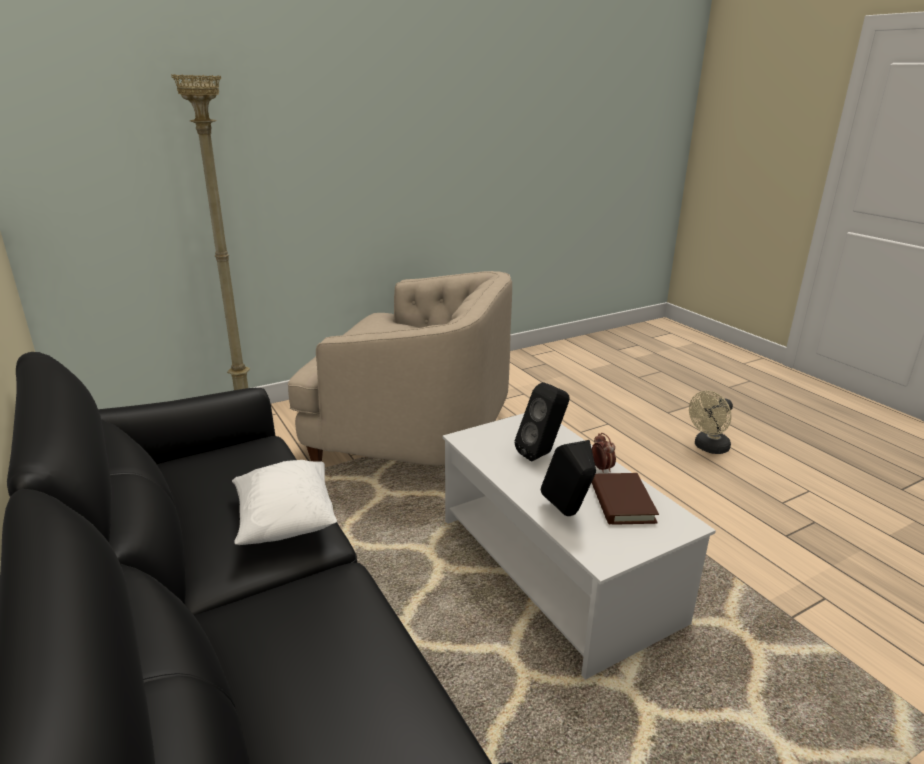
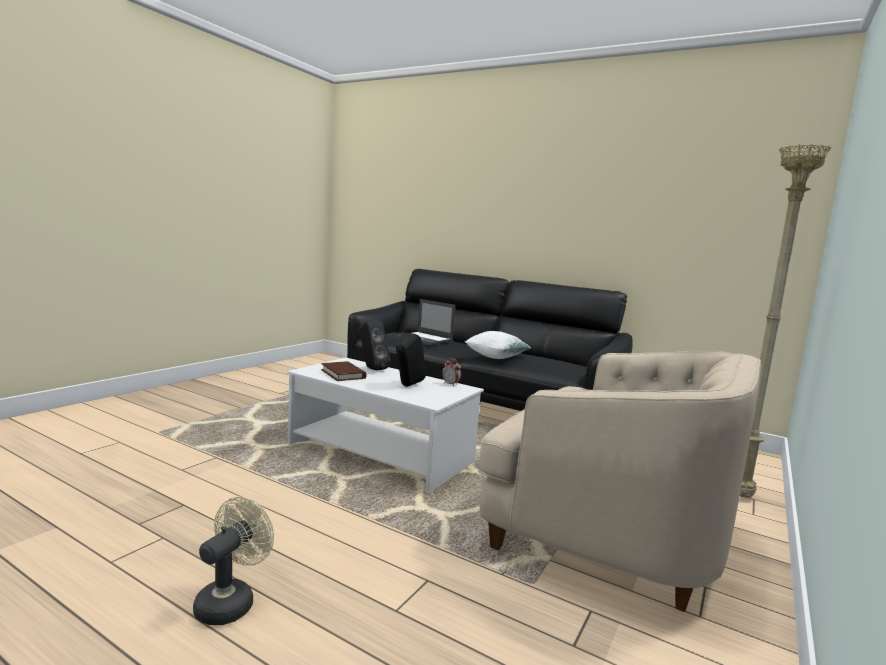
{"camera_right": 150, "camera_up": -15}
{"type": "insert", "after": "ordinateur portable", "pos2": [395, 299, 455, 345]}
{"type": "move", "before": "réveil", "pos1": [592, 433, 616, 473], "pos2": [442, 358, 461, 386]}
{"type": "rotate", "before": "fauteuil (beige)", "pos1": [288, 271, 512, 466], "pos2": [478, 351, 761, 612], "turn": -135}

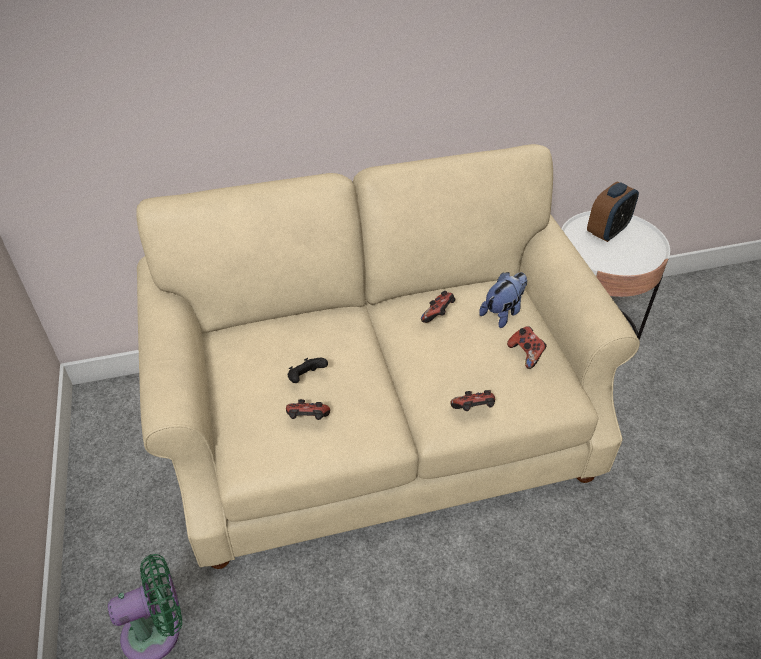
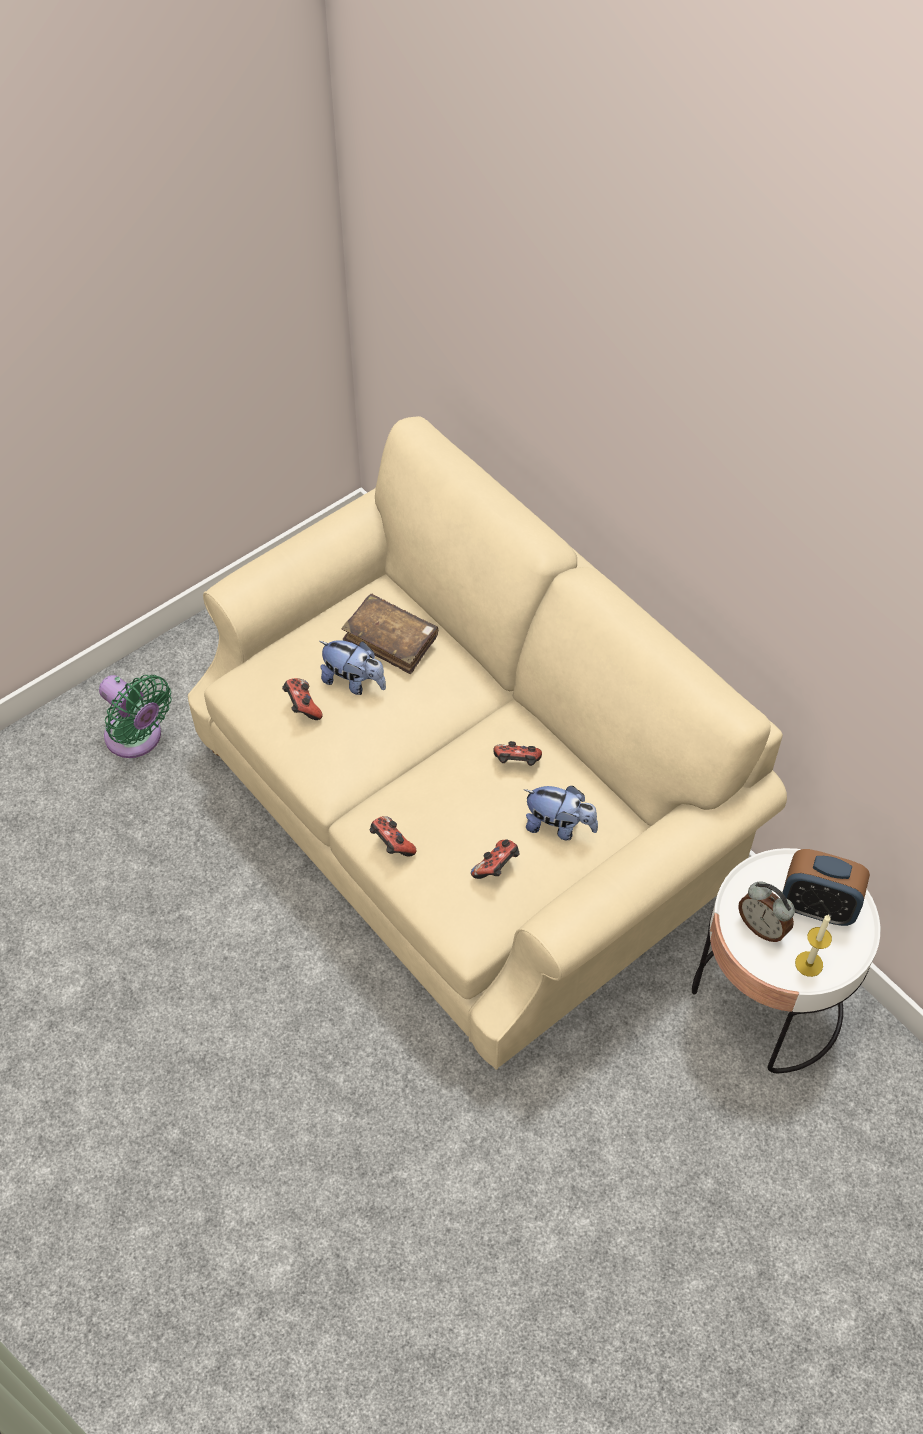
{"camera_right": 65, "camera_up": 10}
{"type": "replace", "before": "manette (noir)", "after": "peluche", "pos1": [288, 358, 328, 383], "pos2": [319, 640, 386, 695]}
{"type": "insert", "after": "livre (marron)", "pos2": [342, 594, 438, 674]}
{"type": "insert", "after": "réveil", "pos2": [738, 881, 795, 942]}
{"type": "insert", "after": "bougie", "pos2": [795, 915, 832, 977]}

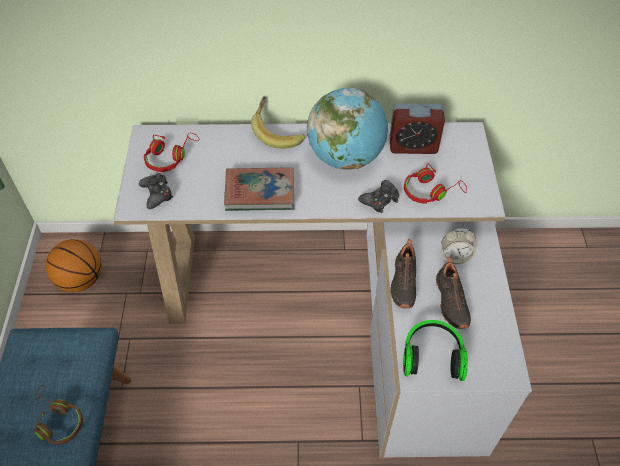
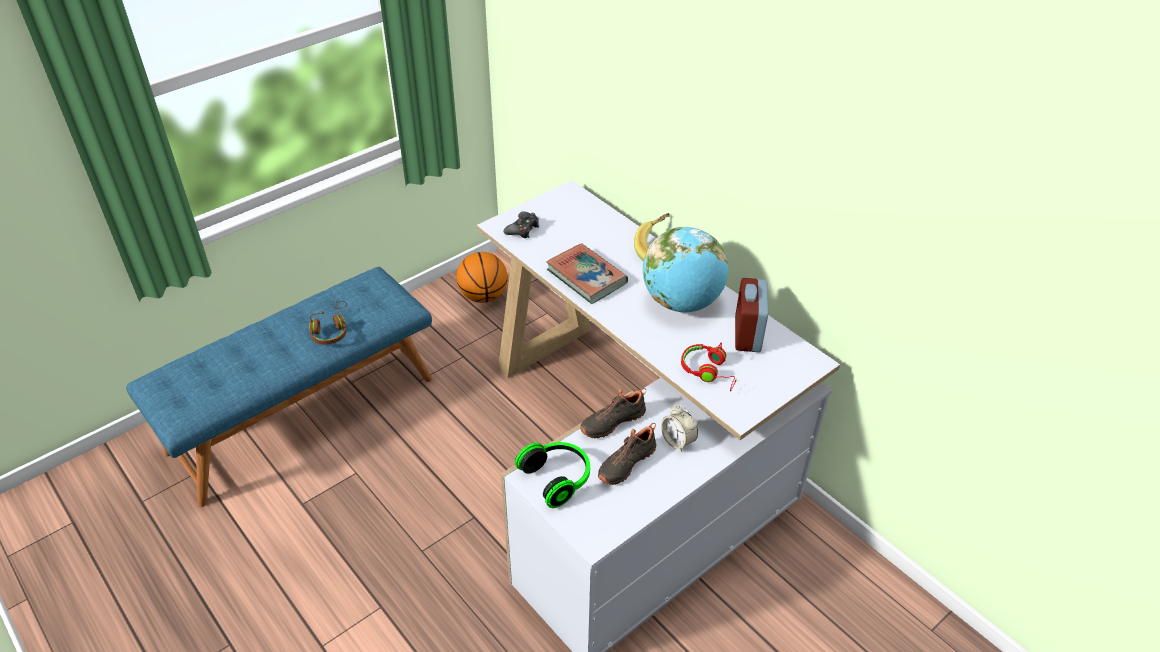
{"camera_right": 50, "camera_up": -10}
{"type": "rotate", "before": "réveil", "pos1": [389, 103, 445, 154], "pos2": [735, 278, 768, 352], "turn": 45}
{"type": "delete", "before": "casque audio (rouge)", "pos1": [144, 133, 199, 172]}
{"type": "delete", "before": "manette (noir)", "pos1": [358, 180, 399, 213]}

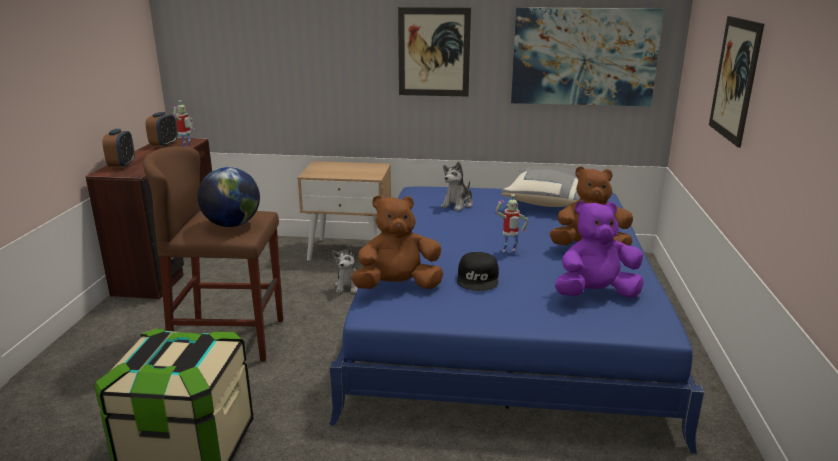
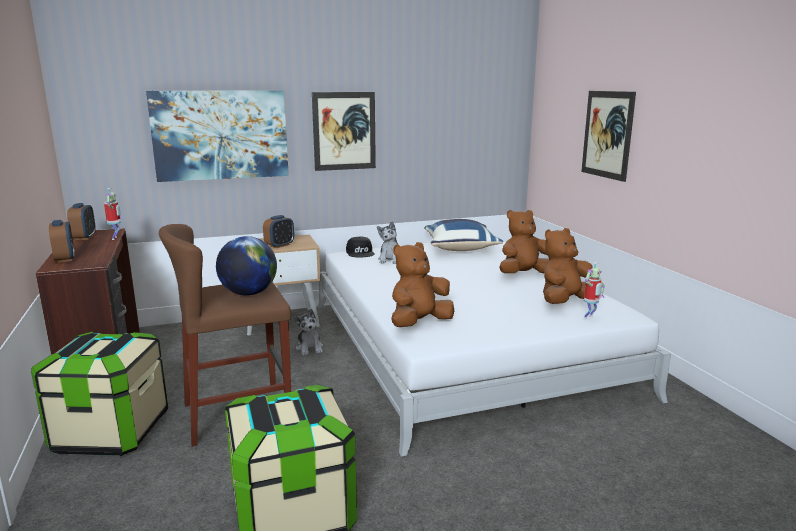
{"camera_right": -25, "camera_up": -5}
{"type": "insert", "after": "boîte de rangement", "pos2": [31, 332, 168, 456]}
{"type": "move", "before": "tableau", "pos1": [511, 7, 664, 106], "pos2": [146, 90, 289, 182]}
{"type": "insert", "after": "réveil", "pos2": [263, 215, 294, 248]}
{"type": "recolor", "before": "lit (bleu)", "after": "lit (blanc)", "pos1": [329, 187, 704, 454], "pos2": [317, 241, 671, 457]}
{"type": "move", "before": "casquette (noir)", "pos1": [457, 252, 499, 291], "pos2": [346, 237, 375, 257]}
{"type": "recolor", "before": "coussin (gris)", "after": "coussin (bleu)", "pos1": [501, 166, 580, 207], "pos2": [424, 219, 503, 251]}
{"type": "recolor", "before": "peluche (violet)", "after": "peluche (marron)", "pos1": [555, 201, 643, 298], "pos2": [543, 228, 593, 304]}
{"type": "move", "before": "robot jouet", "pos1": [495, 194, 529, 252], "pos2": [584, 262, 605, 320]}

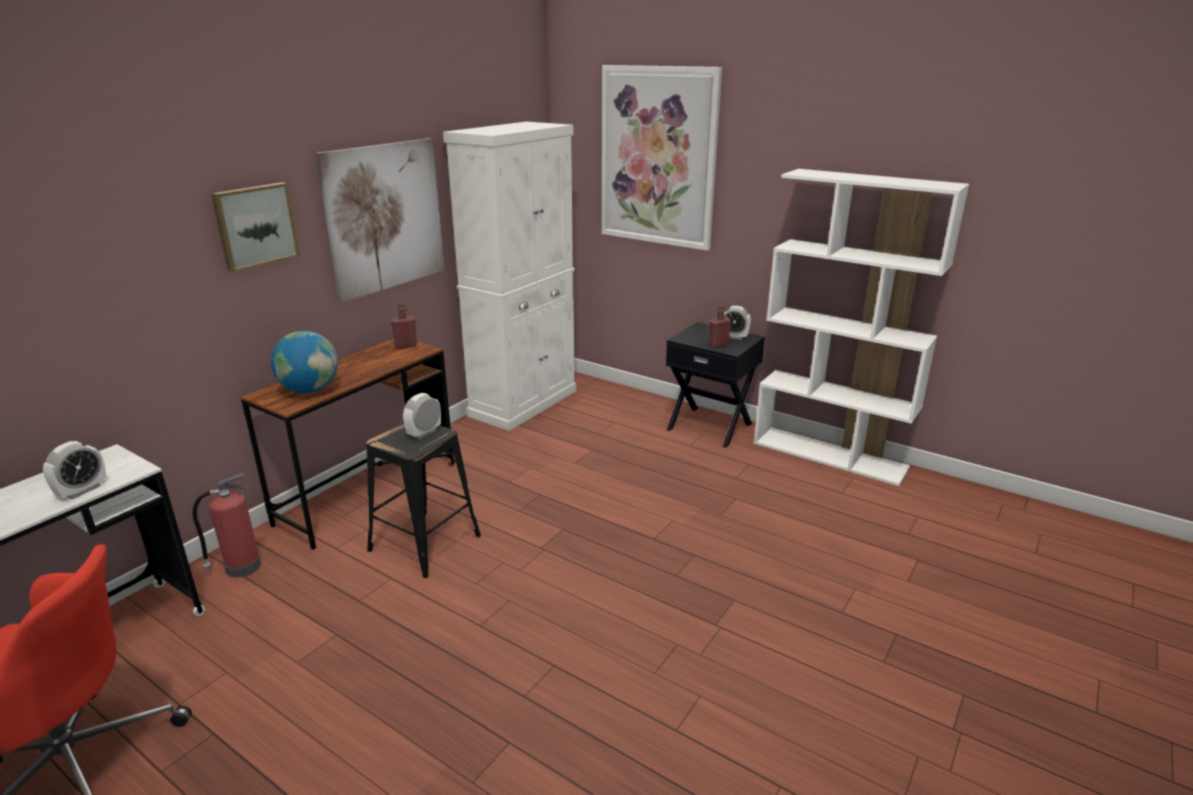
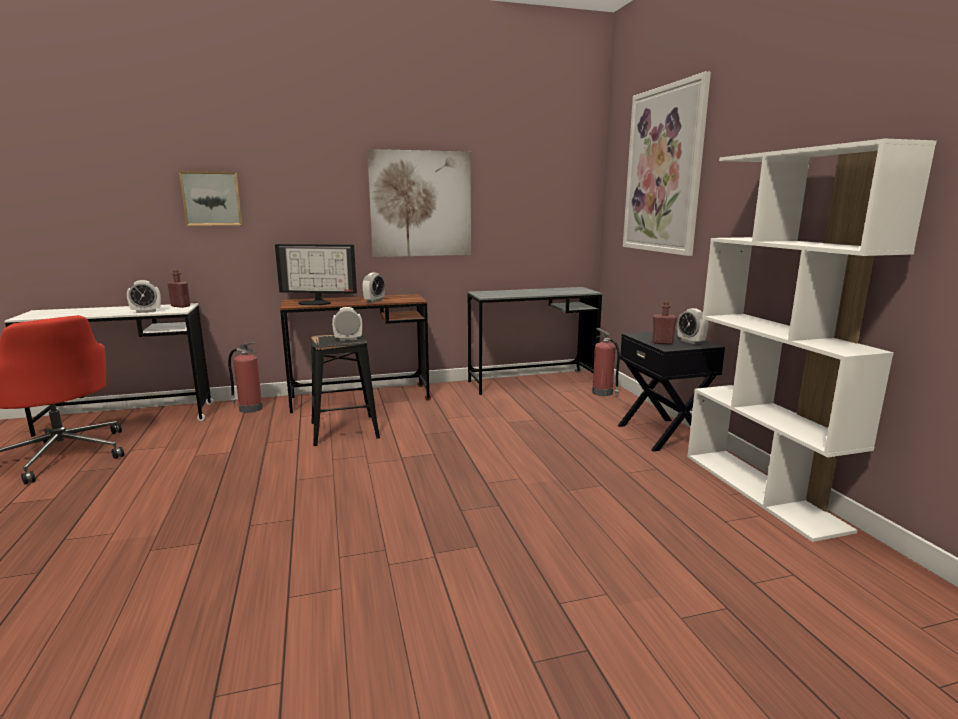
{"camera_right": 40, "camera_up": -10}
{"type": "move", "before": "bouteille (rouge)", "pos1": [391, 303, 417, 349], "pos2": [167, 269, 190, 308]}
{"type": "move", "before": "tableau", "pos1": [211, 182, 300, 273], "pos2": [179, 171, 243, 226]}
{"type": "replace", "before": "globe", "after": "écran d'ordinateur", "pos1": [271, 331, 338, 393], "pos2": [275, 244, 357, 306]}
{"type": "insert", "after": "réveil", "pos2": [362, 273, 385, 302]}
{"type": "replace", "before": "meuble de rangement (blanc)", "after": "bureau (gris)", "pos1": [443, 122, 576, 431], "pos2": [468, 287, 602, 395]}
{"type": "insert", "after": "extincteur", "pos2": [592, 328, 620, 396]}

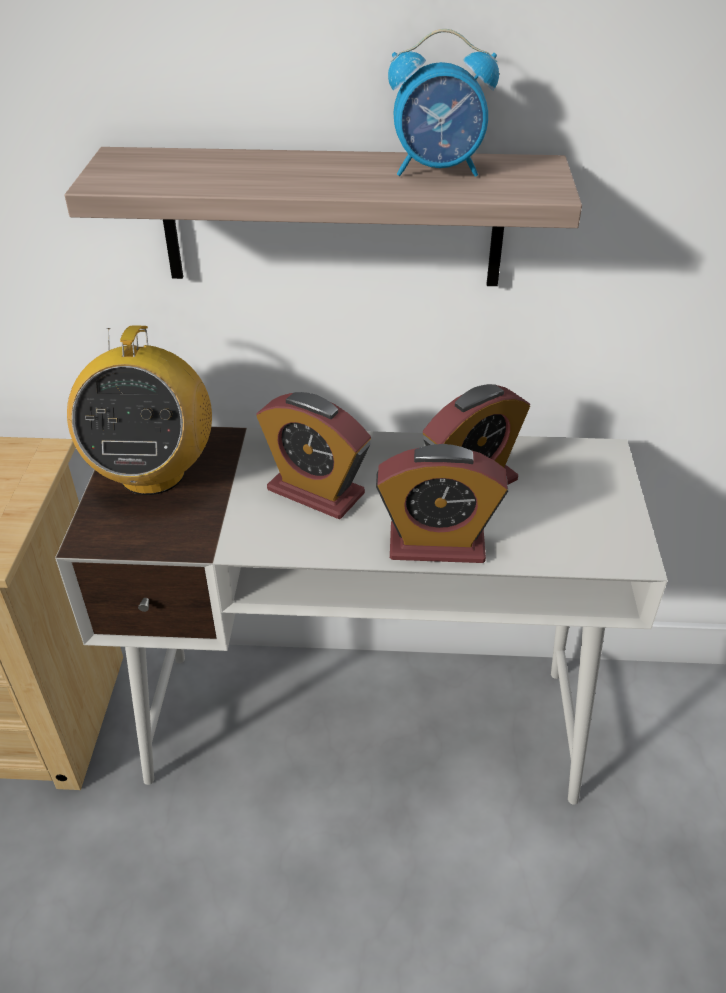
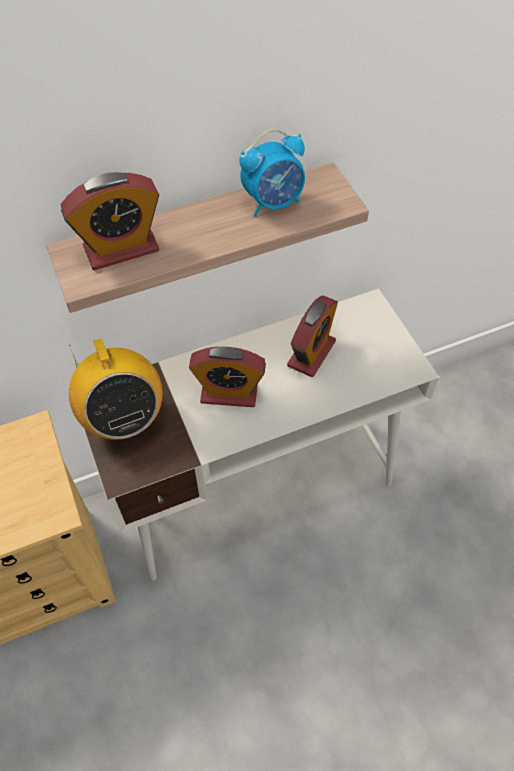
{"camera_right": -25, "camera_up": 15}
{"type": "move", "before": "réveil", "pos1": [376, 444, 508, 563], "pos2": [61, 172, 159, 270]}

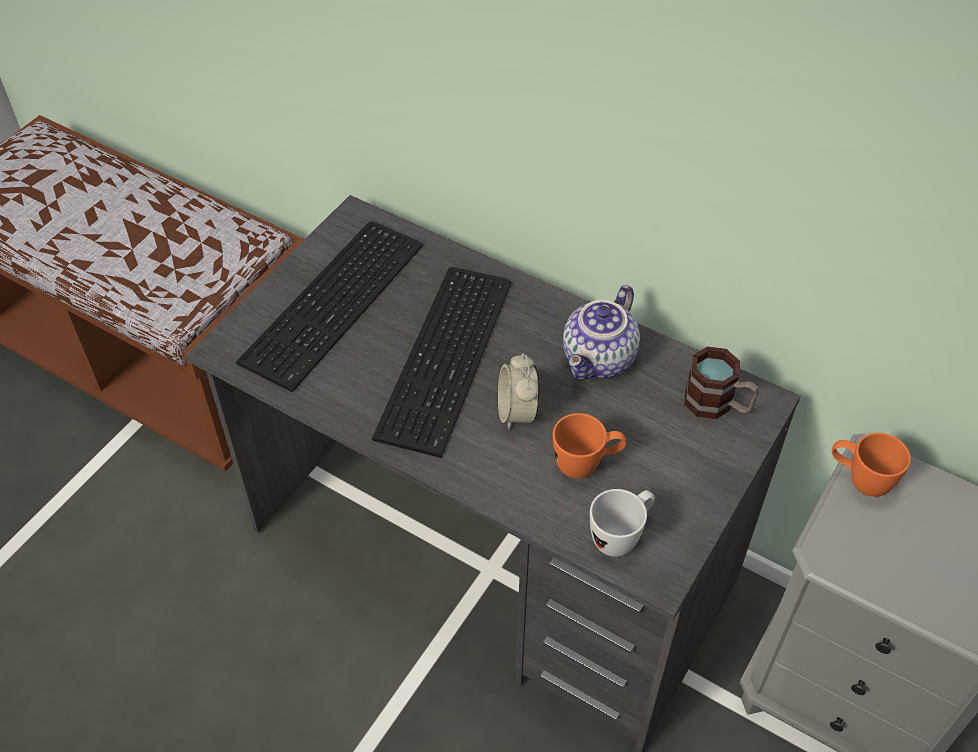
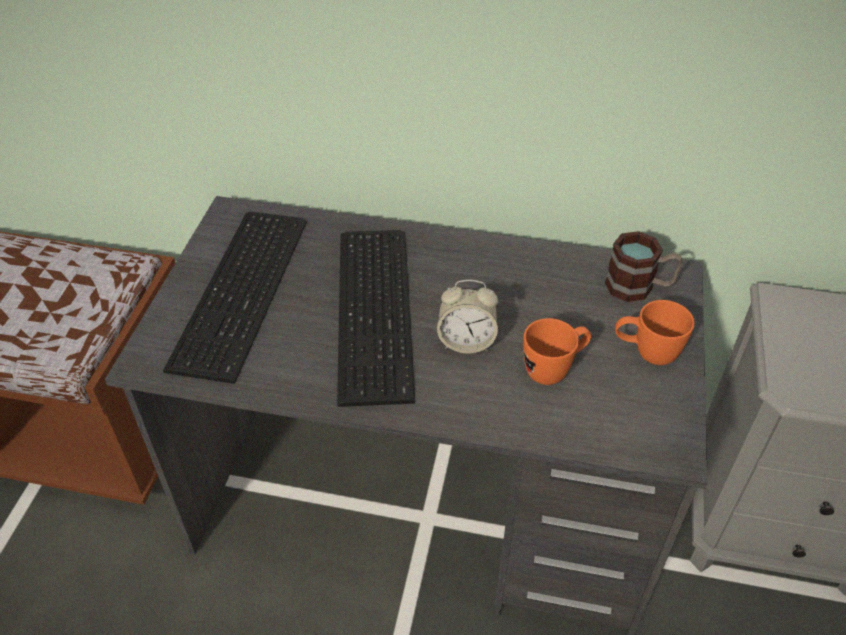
{"camera_right": -20, "camera_up": -5}
{"type": "rotate", "before": "réveil", "pos1": [498, 354, 540, 430], "pos2": [437, 280, 498, 353], "turn": -60}
{"type": "move", "before": "mug (orange)", "pos1": [832, 433, 911, 497], "pos2": [615, 300, 695, 365]}
{"type": "delete", "before": "théière", "pos1": [563, 285, 640, 380]}
{"type": "delete", "before": "mug (blanc)", "pos1": [590, 489, 655, 557]}

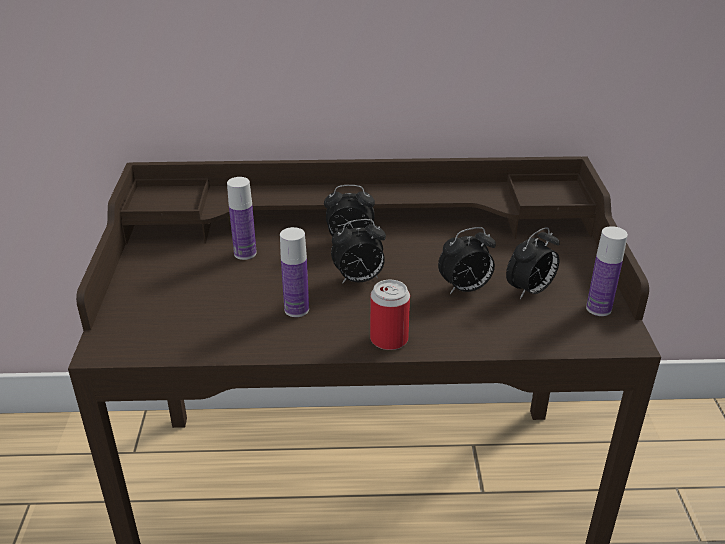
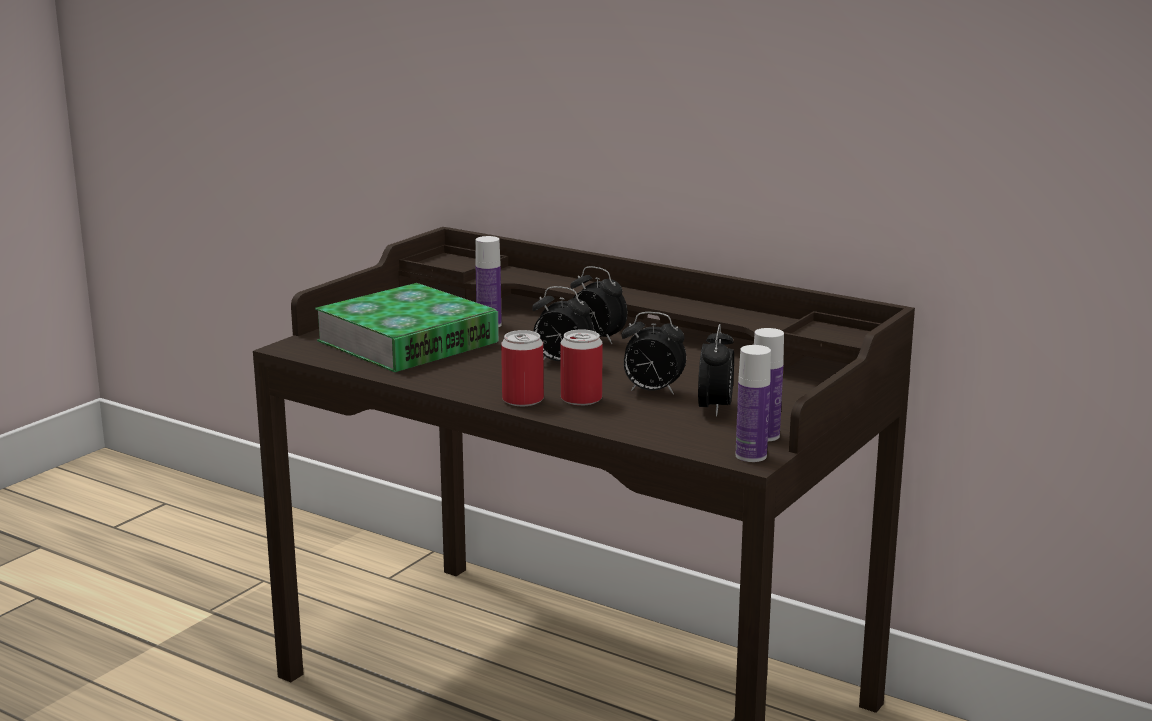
{"camera_right": 35, "camera_up": -15}
{"type": "insert", "after": "livre", "pos2": [315, 283, 499, 372]}
{"type": "insert", "after": "boîte métallique", "pos2": [560, 329, 603, 406]}
{"type": "rotate", "before": "réveil", "pos1": [506, 227, 560, 299], "pos2": [698, 324, 734, 417], "turn": -75}
{"type": "move", "before": "bouteille", "pos1": [280, 227, 309, 317], "pos2": [736, 345, 771, 462]}

